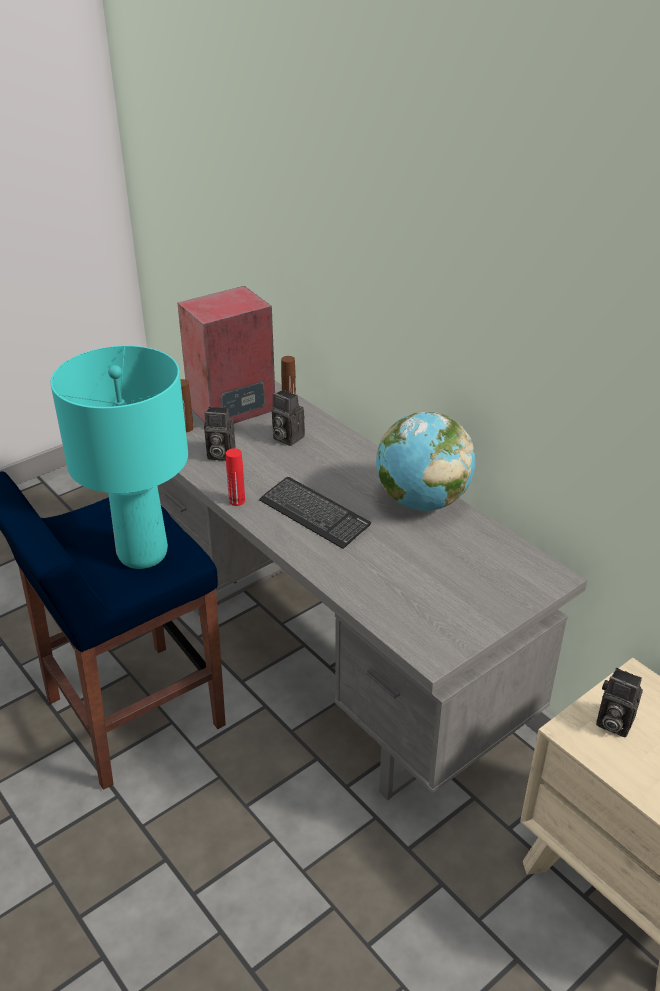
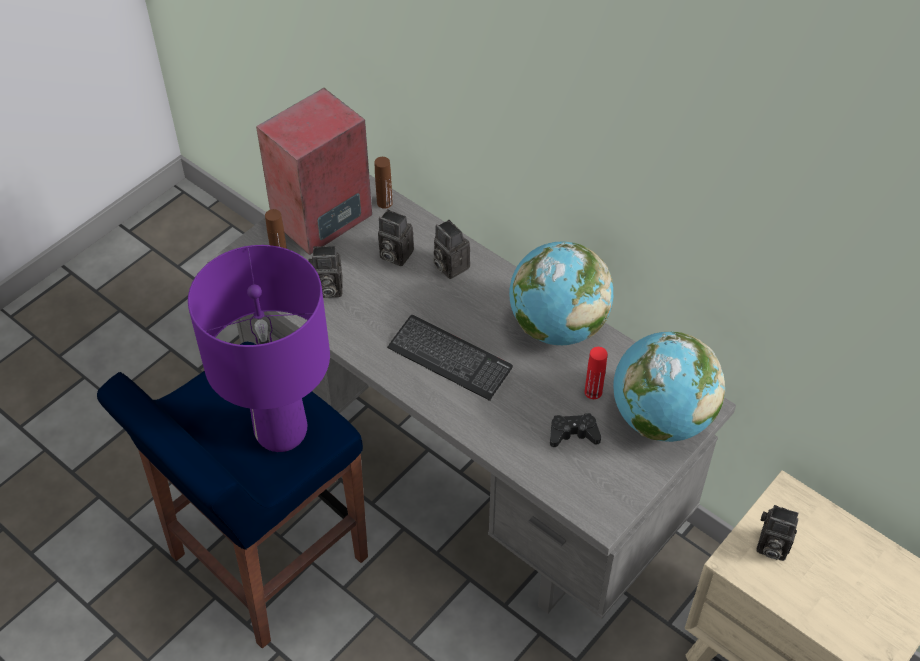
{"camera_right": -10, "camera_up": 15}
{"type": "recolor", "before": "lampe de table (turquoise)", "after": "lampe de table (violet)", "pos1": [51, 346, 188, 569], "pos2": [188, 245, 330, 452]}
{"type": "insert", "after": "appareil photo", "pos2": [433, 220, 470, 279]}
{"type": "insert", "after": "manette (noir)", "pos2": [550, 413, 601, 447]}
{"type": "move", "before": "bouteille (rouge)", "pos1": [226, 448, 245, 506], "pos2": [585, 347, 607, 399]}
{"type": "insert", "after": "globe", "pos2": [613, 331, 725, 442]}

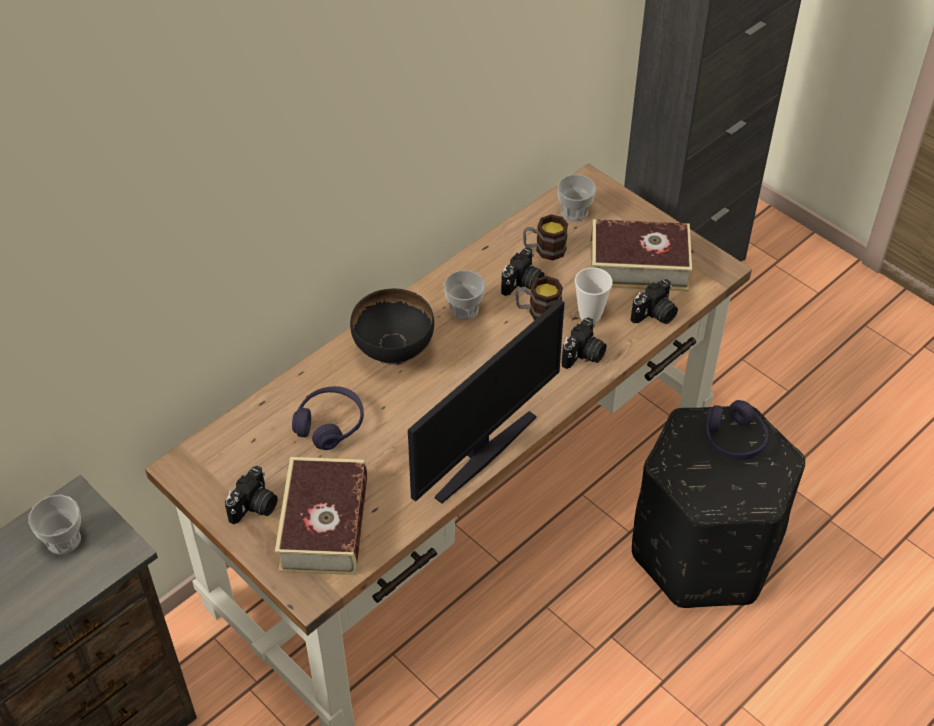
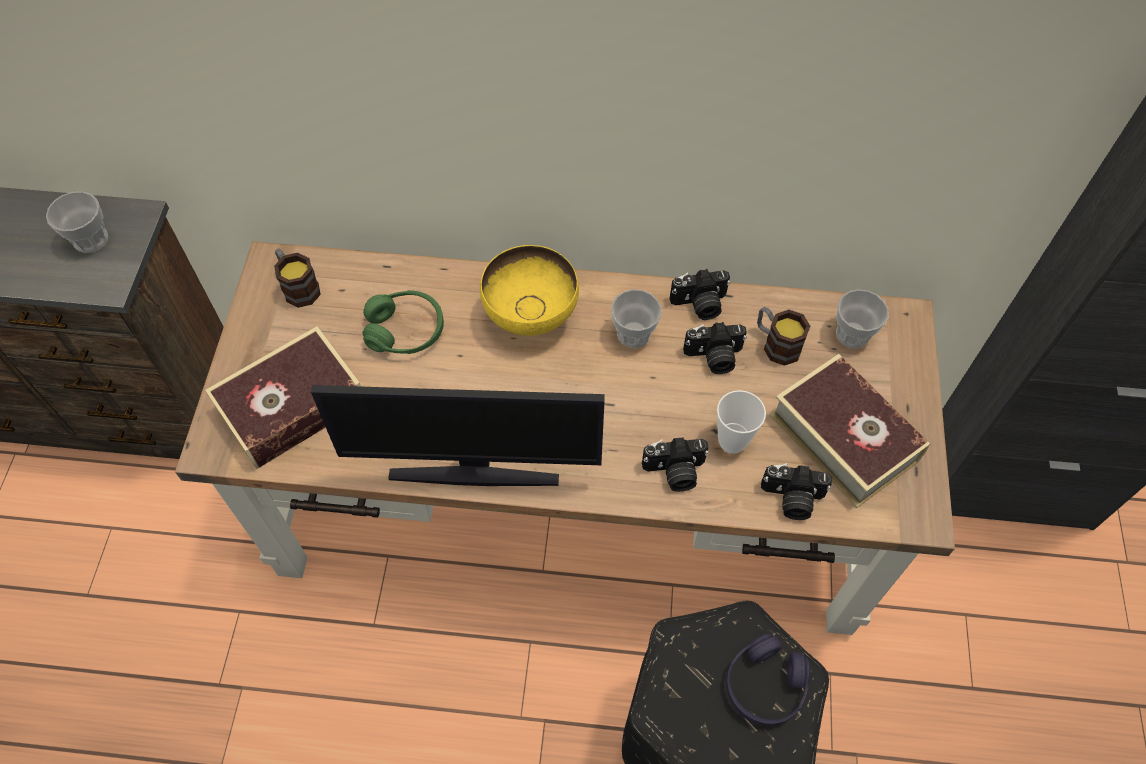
{"camera_right": 50, "camera_up": 10}
{"type": "move", "before": "mug", "pos1": [516, 276, 563, 320], "pos2": [274, 249, 321, 308]}
{"type": "recolor", "before": "casque audio (violet)", "after": "casque audio (vert)", "pos1": [292, 386, 364, 450], "pos2": [362, 290, 444, 354]}
{"type": "recolor", "before": "bol (noir)", "after": "bol (jaune)", "pos1": [350, 289, 434, 365], "pos2": [480, 245, 579, 336]}
{"type": "move", "before": "appareil photo", "pos1": [225, 466, 278, 524], "pos2": [670, 269, 731, 320]}

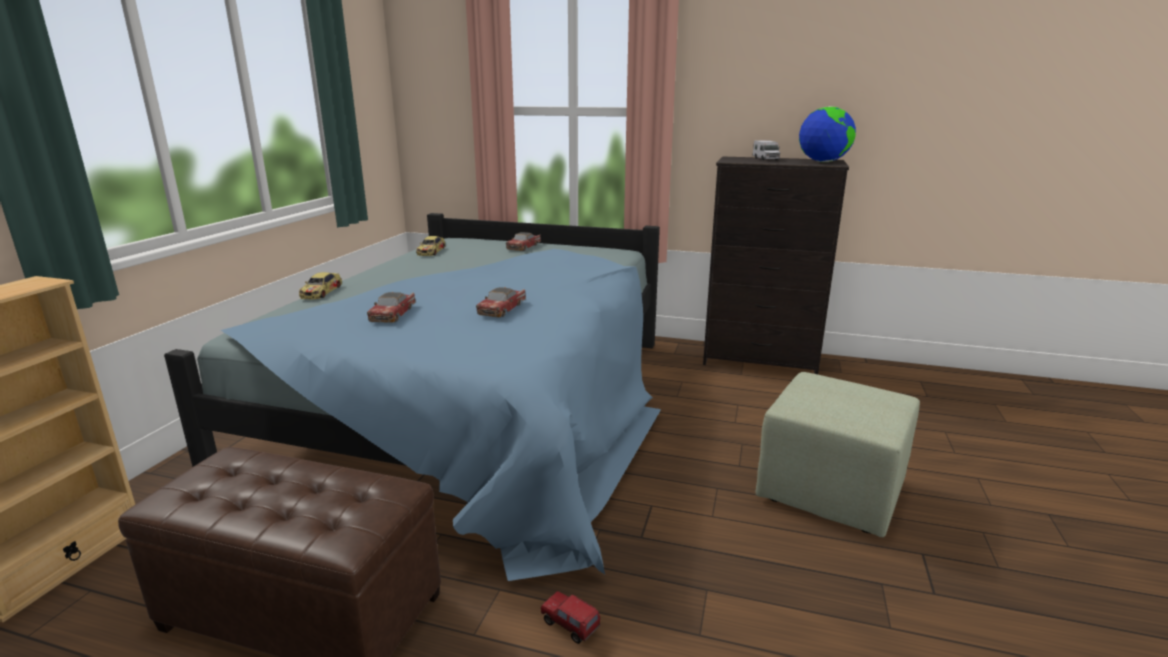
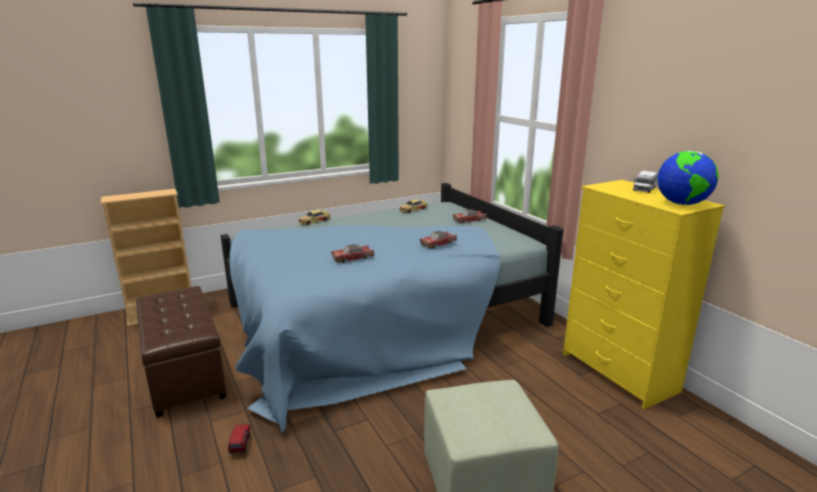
{"camera_right": 45, "camera_up": 0}
{"type": "move", "before": "petite voiture", "pos1": [367, 292, 416, 323], "pos2": [420, 231, 457, 249]}
{"type": "recolor", "before": "commode (noir)", "after": "commode (jaune)", "pos1": [703, 156, 849, 374], "pos2": [563, 180, 725, 409]}

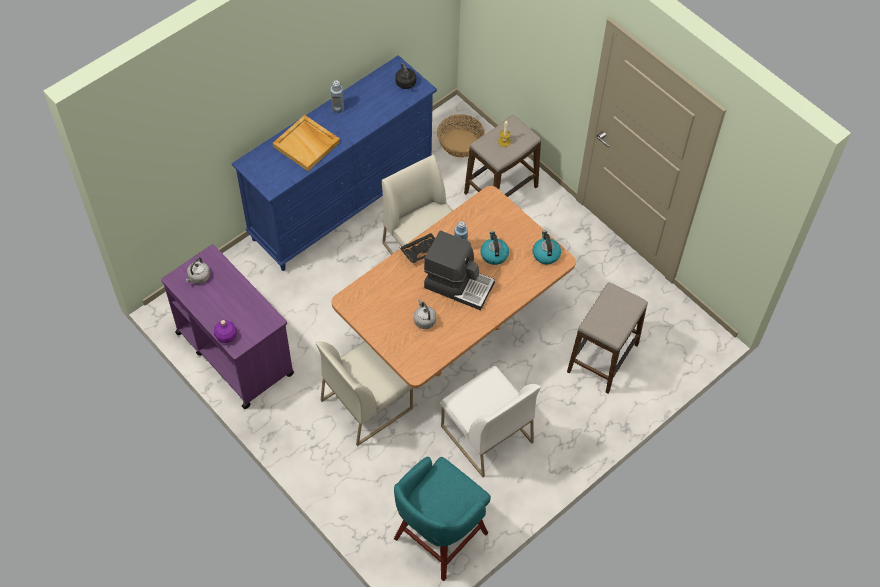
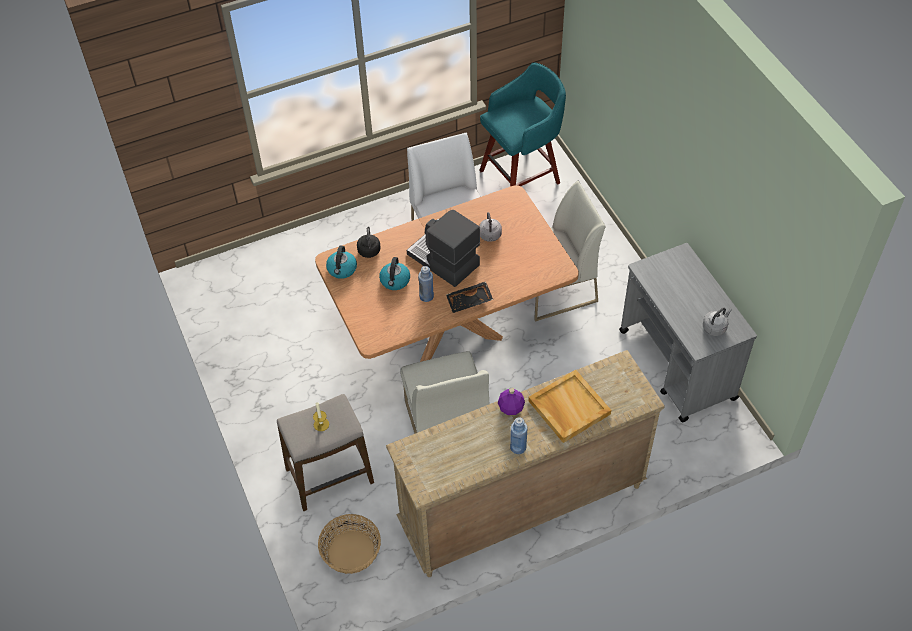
{"camera_right": -160, "camera_up": -5}
{"type": "move", "before": "bouilloire (noir)", "pos1": [395, 63, 416, 89], "pos2": [357, 227, 380, 258]}
{"type": "recolor", "before": "commode (bleu)", "after": "commode (beige)", "pos1": [232, 55, 437, 271], "pos2": [386, 350, 665, 577]}
{"type": "move", "before": "bouteille (violet)", "pos1": [214, 320, 237, 343], "pos2": [498, 388, 525, 415]}
{"type": "recolor", "before": "chariot (violet)", "after": "chariot (gris)", "pos1": [161, 244, 294, 409], "pos2": [619, 243, 757, 422]}
{"type": "delete", "before": "tabouret", "pos1": [567, 282, 648, 393]}

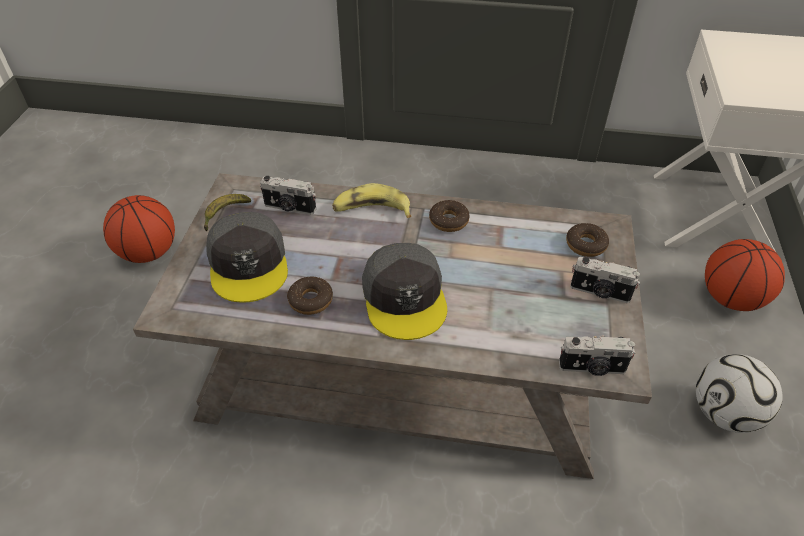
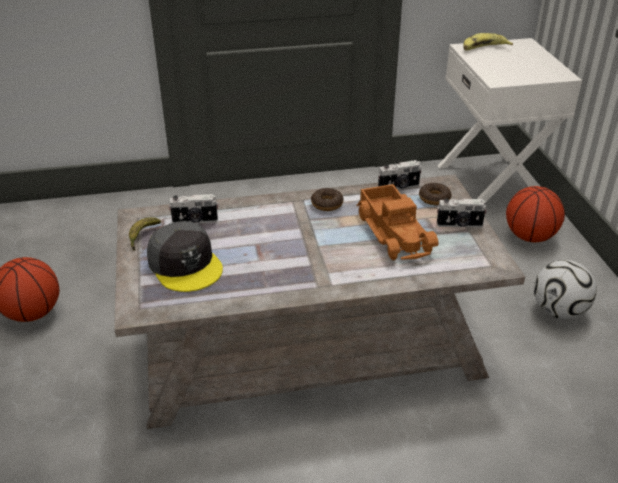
{"camera_right": -20, "camera_up": -10}
{"type": "insert", "after": "camion jouet", "pos2": [357, 184, 438, 260]}
{"type": "move", "before": "appareil photo", "pos1": [559, 336, 635, 376], "pos2": [378, 160, 422, 190]}
{"type": "move", "before": "banane", "pos1": [332, 183, 411, 218], "pos2": [463, 33, 513, 51]}
{"type": "delete", "before": "beignet", "pos1": [287, 277, 333, 315]}
{"type": "delete", "before": "casquette (gris)", "pos1": [362, 243, 447, 340]}

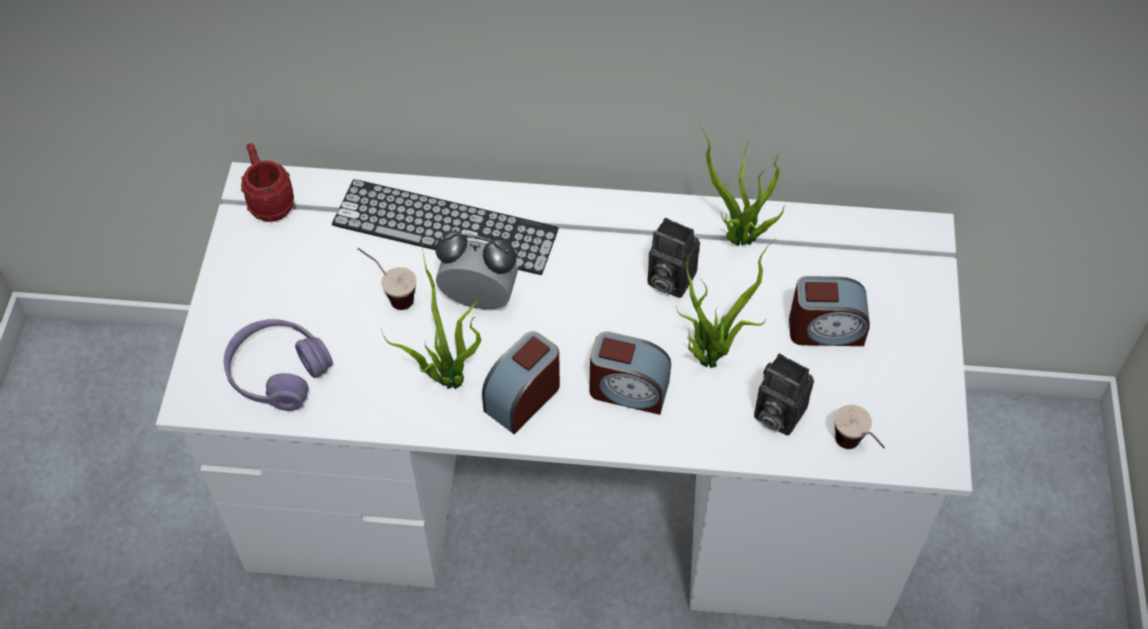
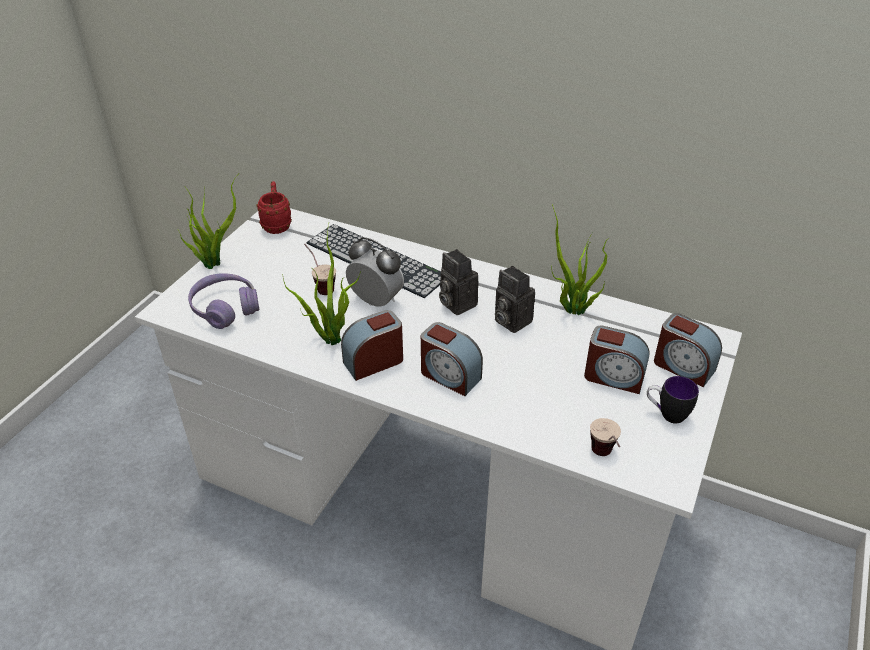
{"camera_right": 20, "camera_up": -15}
{"type": "move", "before": "plante en pot", "pos1": [677, 238, 777, 368], "pos2": [178, 175, 238, 269]}
{"type": "move", "before": "appareil photo", "pos1": [754, 353, 814, 436], "pos2": [439, 249, 479, 315]}
{"type": "insert", "after": "mug", "pos2": [647, 376, 699, 424]}
{"type": "insert", "after": "réveil", "pos2": [654, 313, 722, 387]}

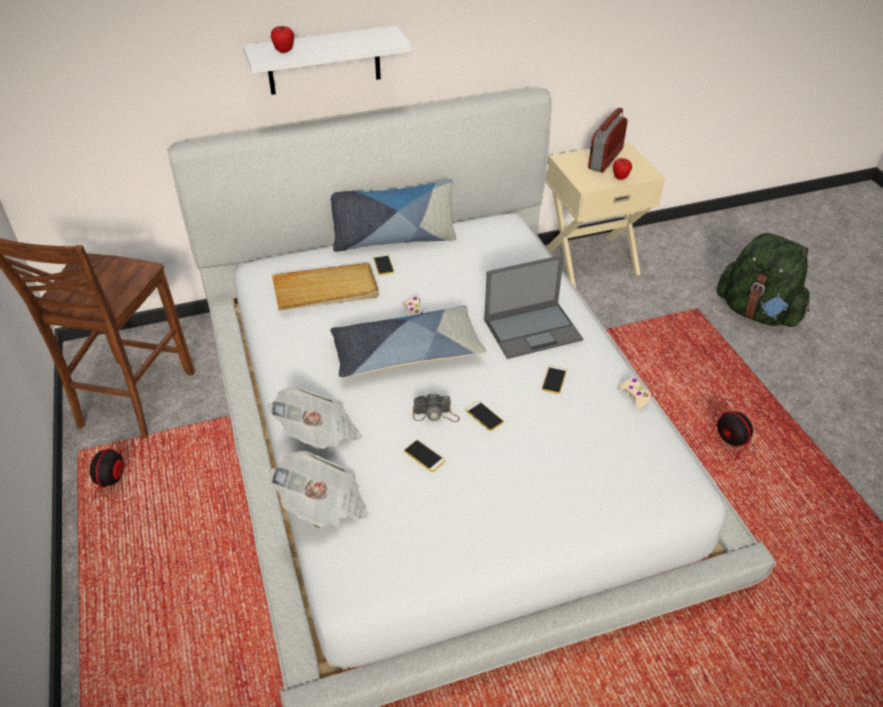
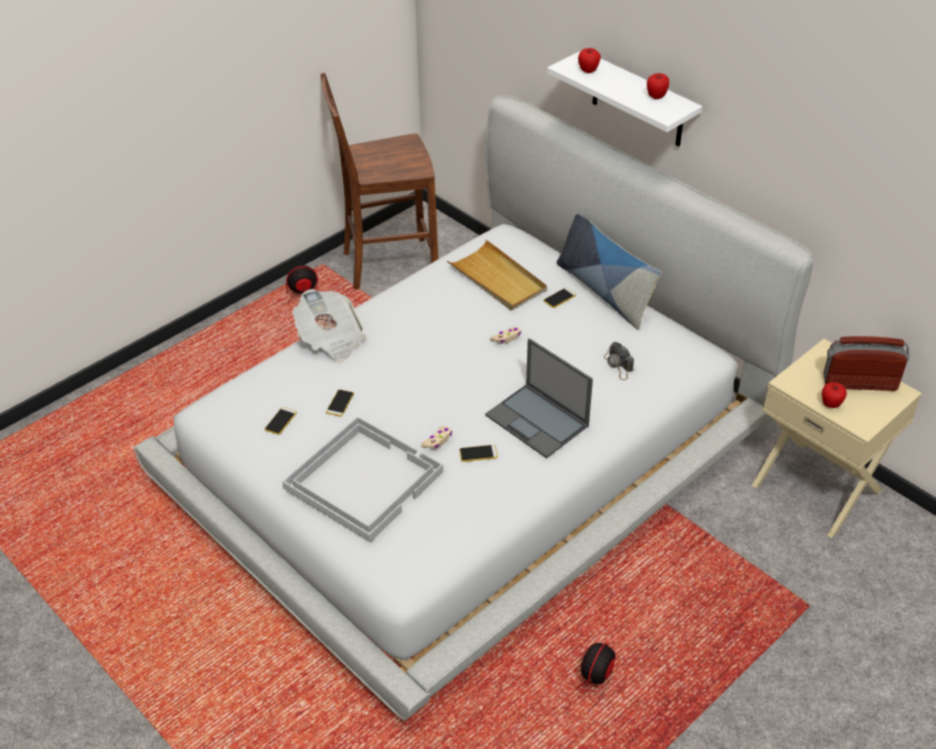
{"camera_right": 65, "camera_up": 0}
{"type": "move", "before": "téléphone", "pos1": [465, 401, 504, 431], "pos2": [265, 407, 297, 435]}
{"type": "insert", "after": "plateau (blanc)", "pos2": [282, 417, 443, 542]}
{"type": "move", "before": "manette (beige)", "pos1": [618, 378, 652, 409], "pos2": [421, 426, 452, 449]}
{"type": "move", "before": "appareil photo", "pos1": [413, 394, 460, 422], "pos2": [604, 342, 634, 380]}
{"type": "insert", "after": "pomme", "pos2": [647, 73, 669, 99]}
{"type": "delete", "before": "journal", "pos1": [269, 451, 369, 528]}
{"type": "delete", "before": "coussin", "pos1": [330, 306, 486, 378]}
{"type": "delete", "before": "sac à dos (vert)", "pos1": [716, 233, 810, 327]}

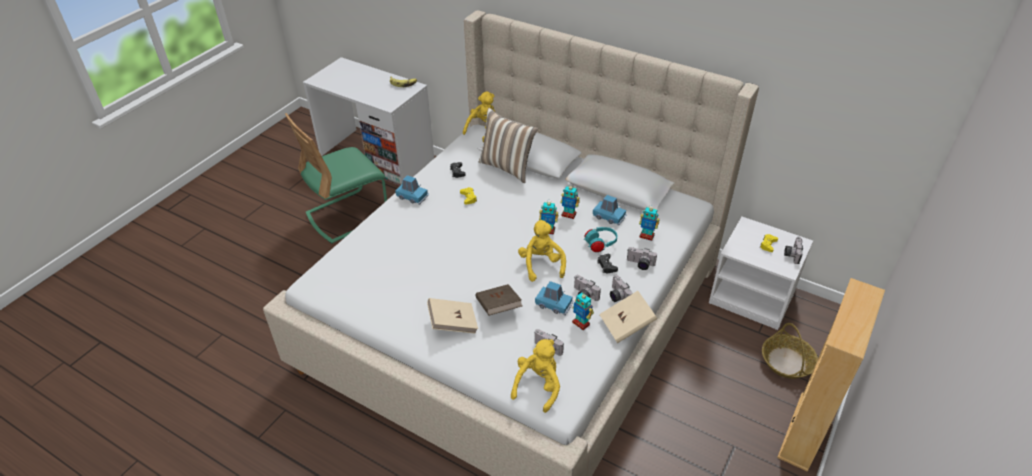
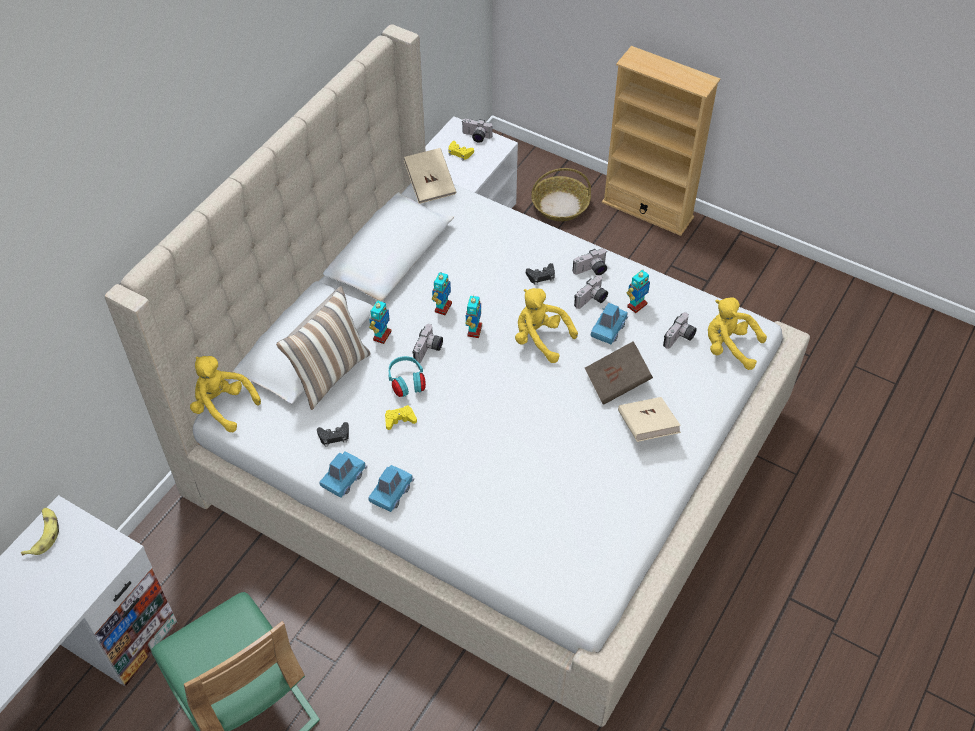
{"camera_right": -90, "camera_up": 10}
{"type": "move", "before": "petite voiture (bleu)", "pos1": [593, 195, 627, 226], "pos2": [319, 451, 367, 498]}
{"type": "move", "before": "robot jouet", "pos1": [639, 205, 660, 241], "pos2": [369, 300, 392, 344]}
{"type": "move", "before": "casque audio (turquoise)", "pos1": [584, 227, 617, 252], "pos2": [388, 356, 426, 397]}
{"type": "move", "before": "livre (beige)", "pos1": [599, 291, 657, 343], "pos2": [404, 148, 457, 204]}
{"type": "move", "before": "appareil photo", "pos1": [627, 247, 657, 270], "pos2": [412, 324, 443, 363]}
{"type": "rotate", "before": "peluche (jaune)", "pos1": [518, 220, 566, 282], "pos2": [515, 288, 578, 363], "turn": 45}

